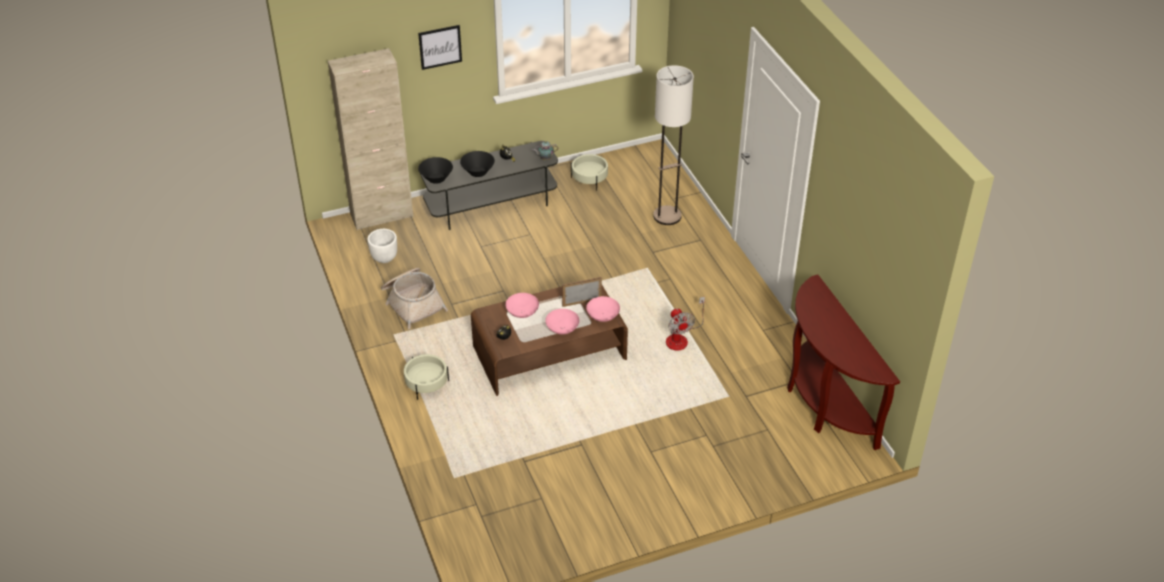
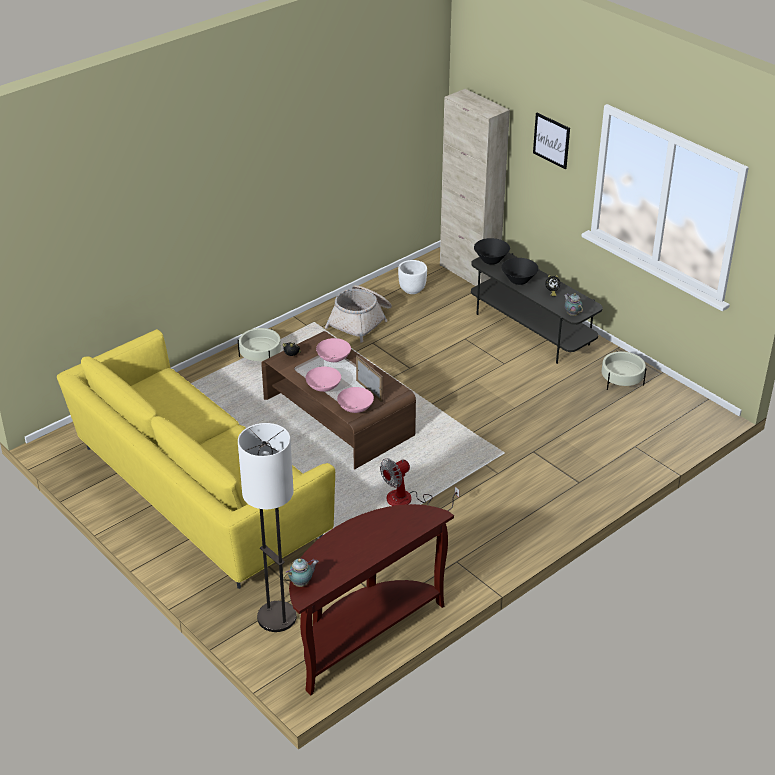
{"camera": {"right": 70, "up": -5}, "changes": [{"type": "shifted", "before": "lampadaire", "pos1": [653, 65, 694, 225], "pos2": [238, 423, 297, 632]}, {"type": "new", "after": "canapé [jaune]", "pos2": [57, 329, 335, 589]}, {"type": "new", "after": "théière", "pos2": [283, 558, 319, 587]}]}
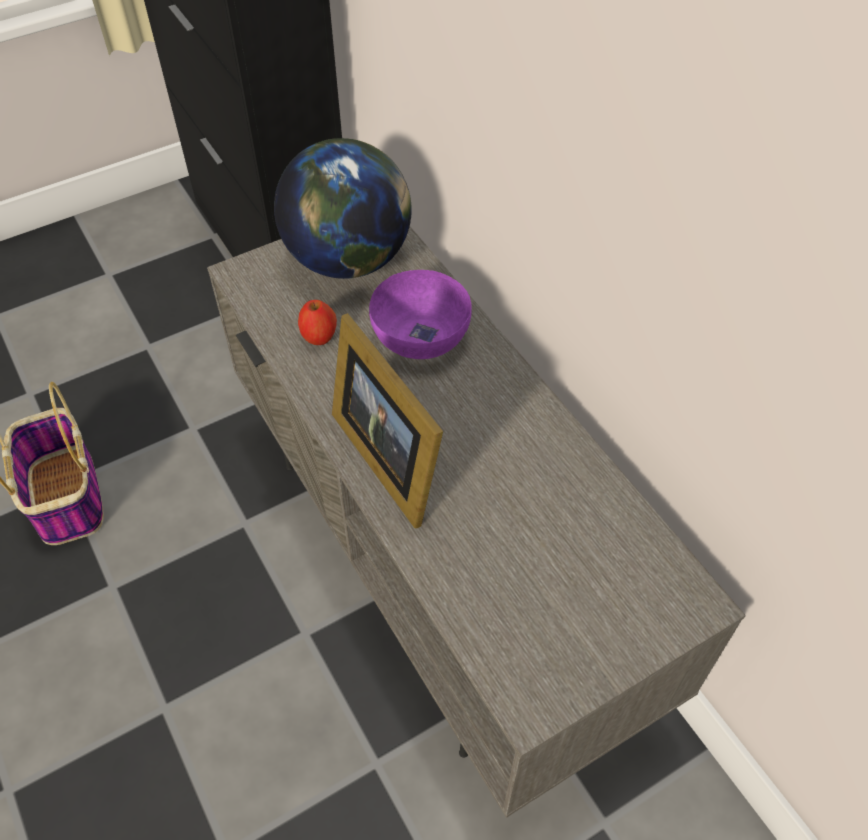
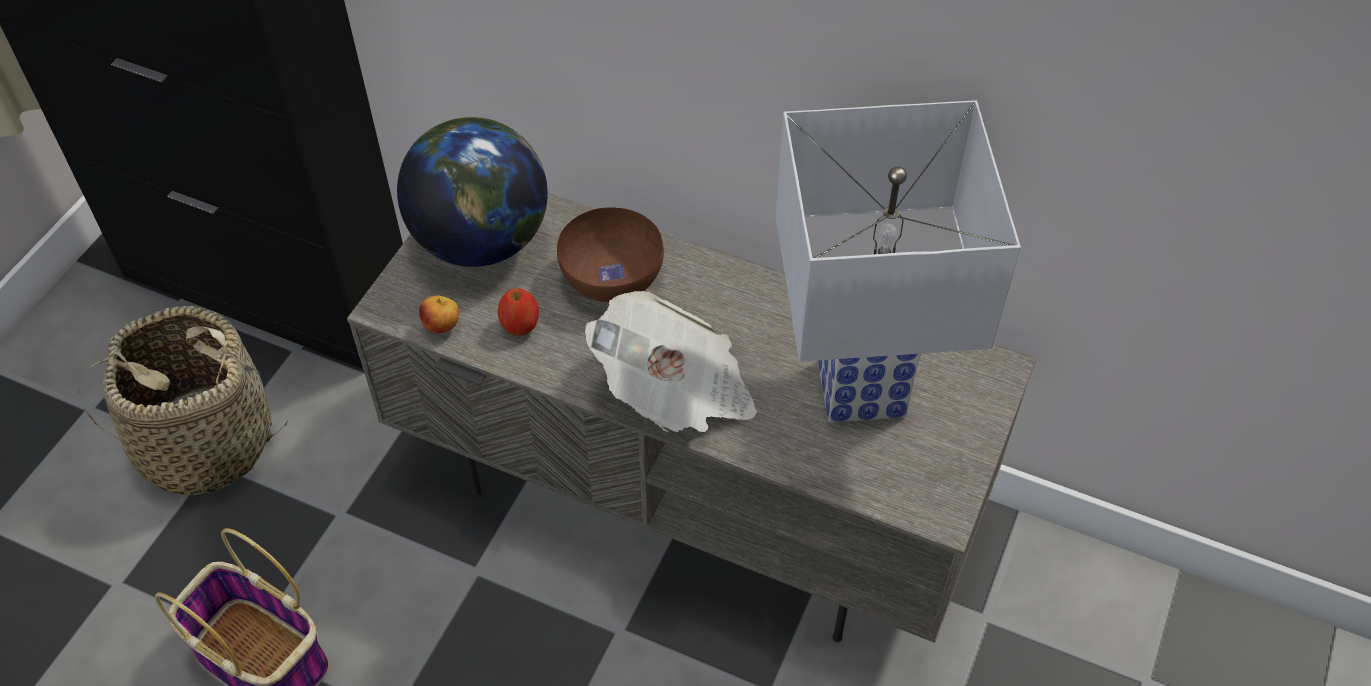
{"camera": {"right": -35, "up": 0}, "changes": [{"type": "swapped", "before": "cadre photo", "after": "journal", "pos1": [332, 313, 443, 528], "pos2": [585, 291, 757, 433]}, {"type": "repainted", "before": "bol [violet]", "after": "bol [marron]", "pos1": [369, 270, 472, 359], "pos2": [557, 207, 664, 302]}, {"type": "new", "after": "panier", "pos2": [82, 306, 288, 495]}, {"type": "new", "after": "pomme", "pos2": [419, 295, 459, 334]}, {"type": "new", "after": "lampe de table [blanc]", "pos2": [775, 100, 1021, 423]}]}
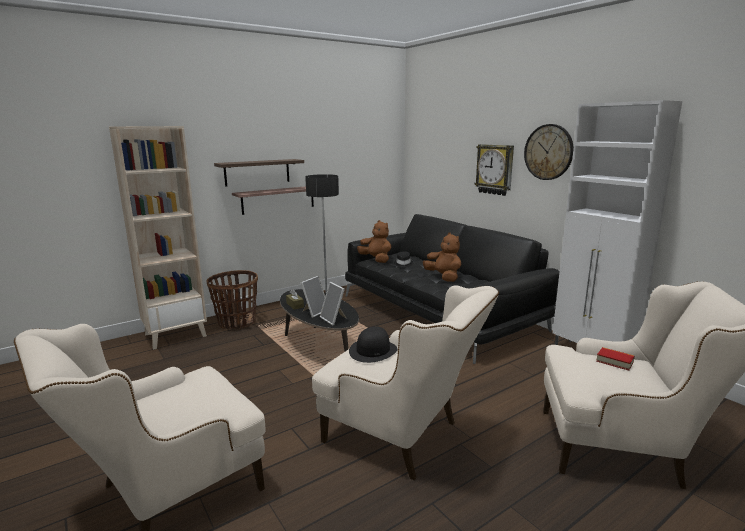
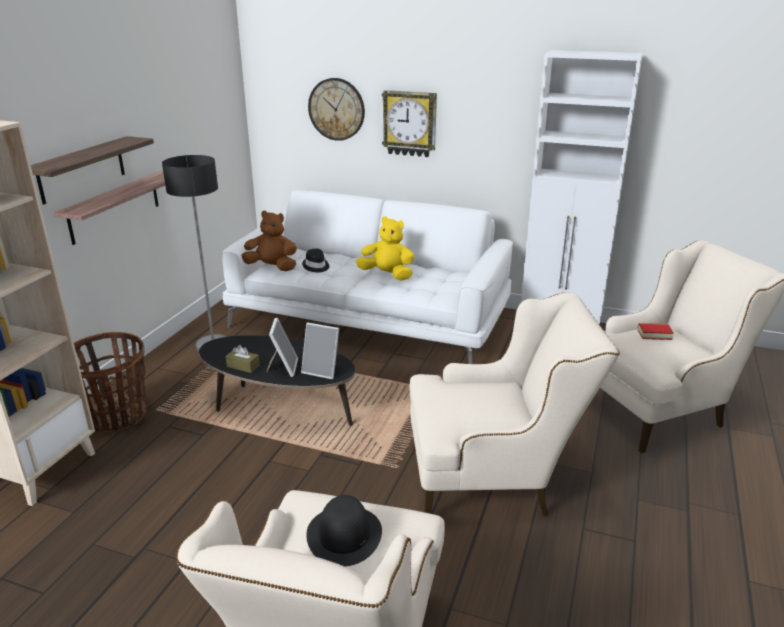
{"camera": {"right": -35, "up": 10}, "changes": [{"type": "repainted", "before": "canapé [noir]", "after": "canapé [blanc]", "pos1": [345, 214, 560, 364], "pos2": [223, 190, 513, 364]}, {"type": "shifted", "before": "chapeau [noir]", "pos1": [349, 326, 398, 363], "pos2": [306, 495, 382, 567]}, {"type": "repainted", "before": "peluche [marron]", "after": "peluche [jaune]", "pos1": [423, 233, 461, 282], "pos2": [356, 216, 414, 280]}, {"type": "shifted", "before": "horloge murale", "pos1": [524, 124, 574, 180], "pos2": [308, 78, 365, 141]}]}
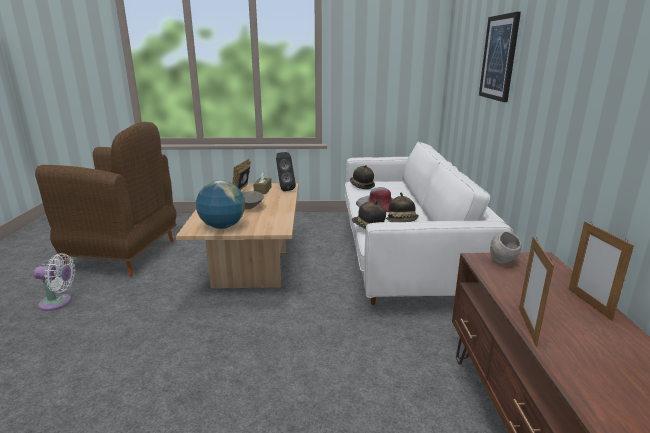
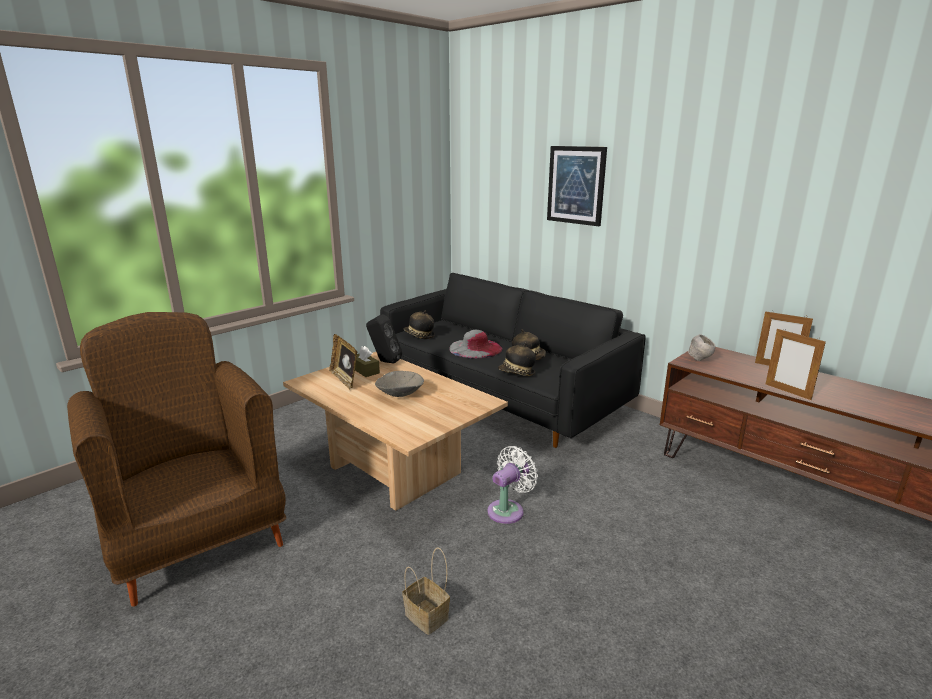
{"camera": {"right": -45, "up": 0}, "changes": [{"type": "shifted", "before": "ventilateur [blanc]", "pos1": [33, 253, 75, 311], "pos2": [487, 446, 538, 524]}, {"type": "rotated", "before": "fauteuil [marron]", "pos1": [35, 122, 177, 277], "pos2": [67, 312, 286, 607], "turn": -90}, {"type": "gone", "before": "globe", "pos1": [196, 180, 245, 229]}, {"type": "repainted", "before": "canapé [blanc]", "after": "canapé [noir]", "pos1": [344, 141, 513, 305], "pos2": [380, 273, 646, 448]}, {"type": "new", "after": "panier", "pos2": [403, 547, 450, 635]}]}
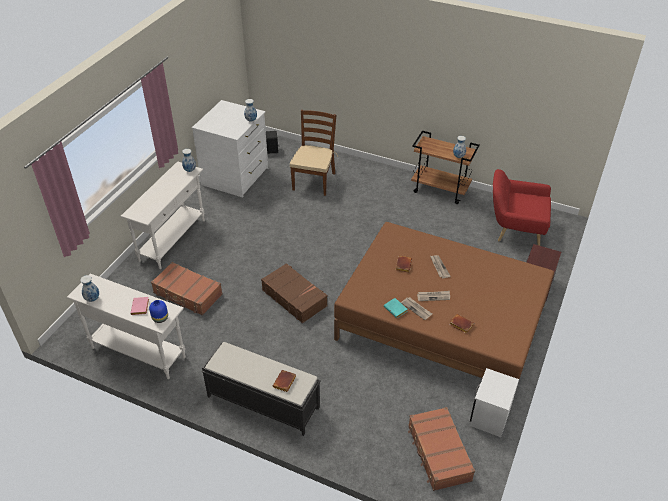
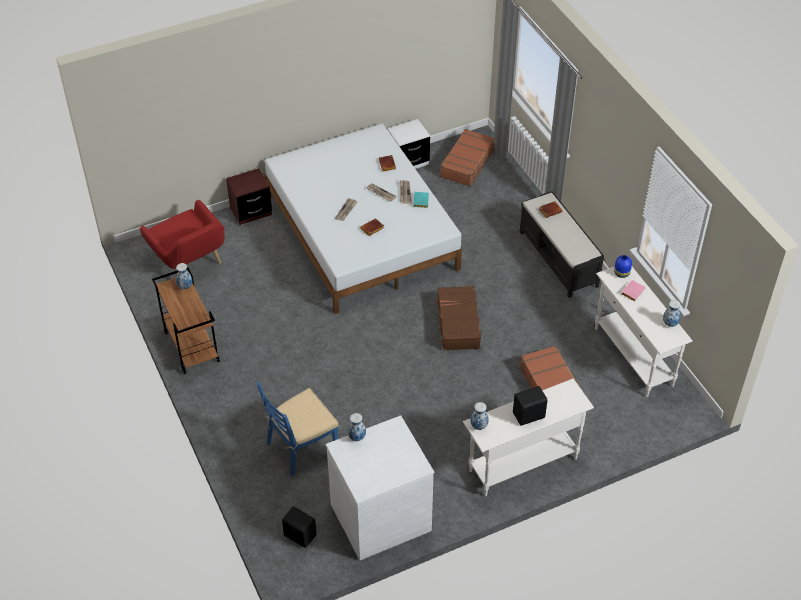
{"camera": {"right": -140, "up": 5}, "changes": [{"type": "repainted", "before": "chaise [marron]", "after": "chaise [bleu]", "pos1": [290, 110, 338, 196], "pos2": [256, 382, 339, 476]}, {"type": "repainted", "before": "lit [marron]", "after": "lit [blanc]", "pos1": [334, 222, 554, 379], "pos2": [264, 123, 462, 314]}, {"type": "new", "after": "enceinte [noir]", "pos2": [513, 386, 548, 426]}]}
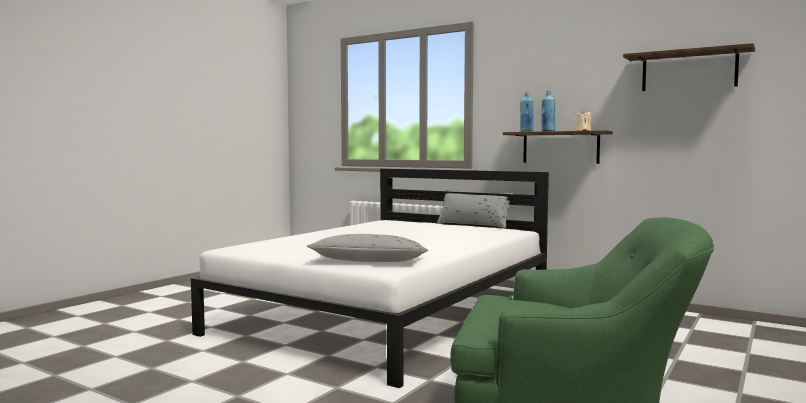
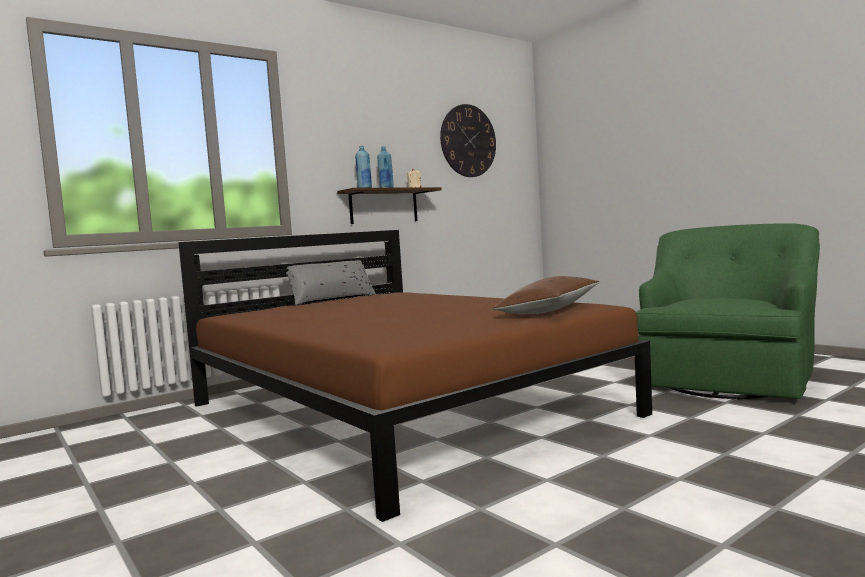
{"camera": {"right": -70, "up": 0}, "changes": [{"type": "repainted", "before": "lit [blanc]", "after": "lit [marron]", "pos1": [191, 169, 549, 388], "pos2": [178, 230, 652, 522]}, {"type": "repainted", "before": "coussin [gris]", "after": "coussin [marron]", "pos1": [307, 234, 428, 262], "pos2": [492, 276, 599, 314]}, {"type": "swapped", "before": "étagère", "after": "horloge murale", "pos1": [623, 43, 755, 91], "pos2": [440, 104, 496, 177]}]}
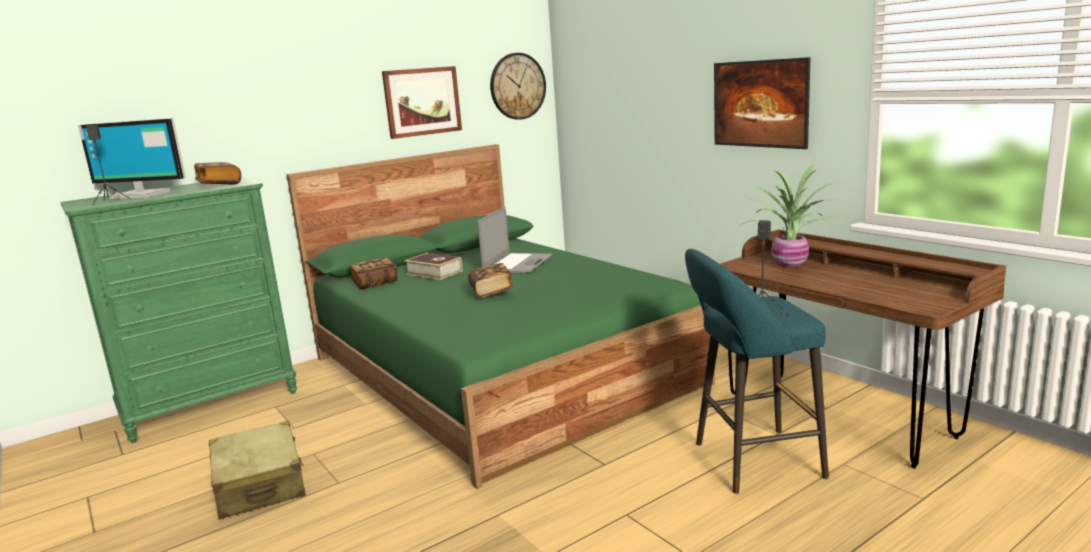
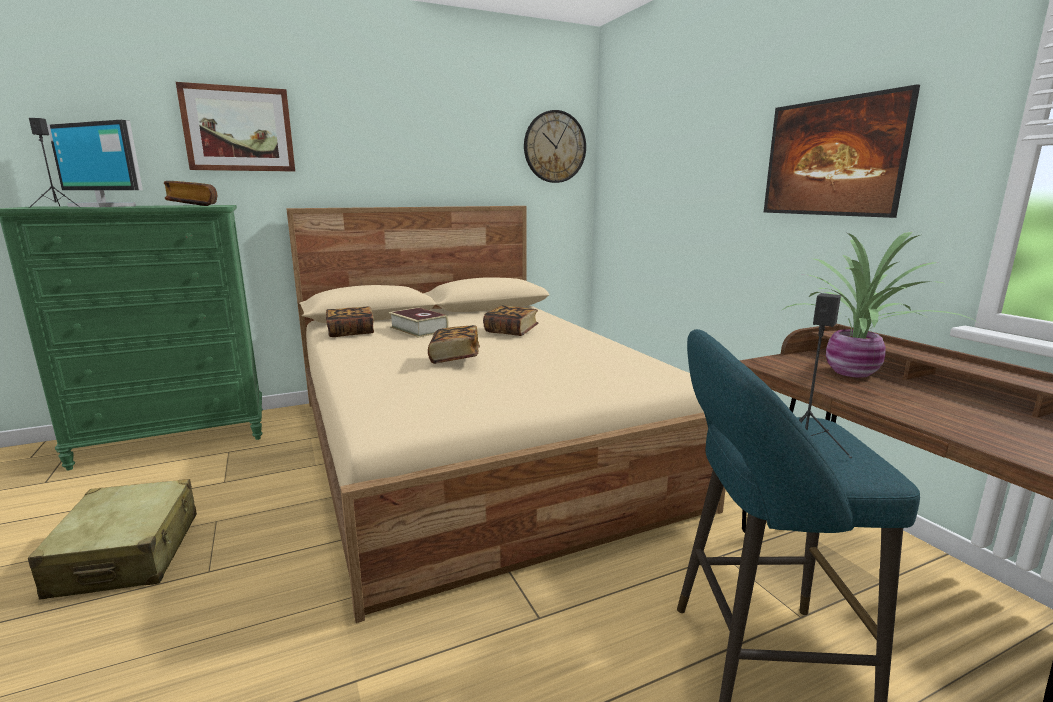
{"camera": {"right": 10, "up": 0}, "changes": [{"type": "repainted", "before": "lit [vert]", "after": "lit [beige]", "pos1": [286, 144, 715, 489], "pos2": [286, 206, 726, 623]}, {"type": "shifted", "before": "tableau", "pos1": [382, 66, 462, 139], "pos2": [176, 82, 295, 172]}, {"type": "swapped", "before": "ordinateur portable", "after": "livre", "pos1": [477, 207, 552, 274], "pos2": [483, 305, 539, 336]}]}
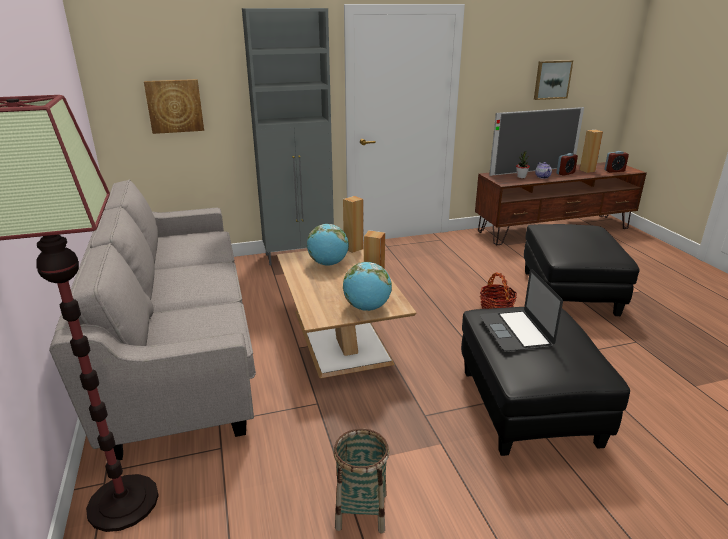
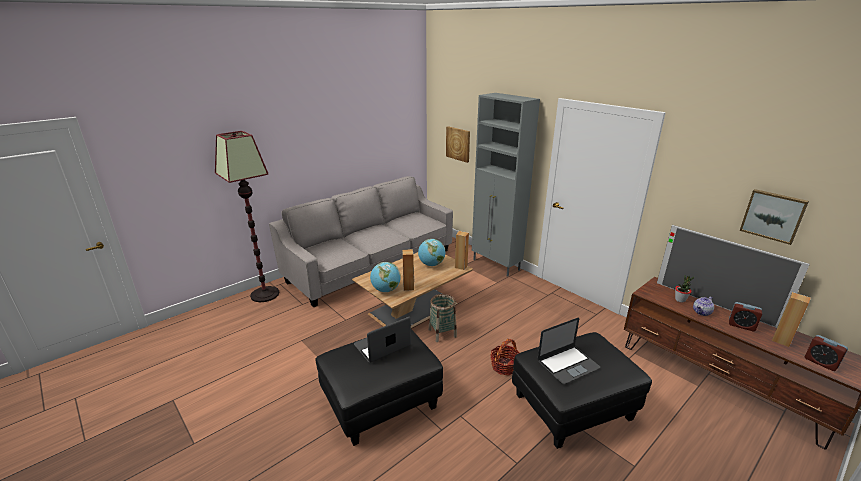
{"camera": {"right": 65, "up": 0}, "changes": [{"type": "shifted", "before": "panier", "pos1": [334, 428, 389, 534], "pos2": [429, 294, 457, 342]}, {"type": "new", "after": "ordinateur portable", "pos2": [538, 318, 600, 384]}]}
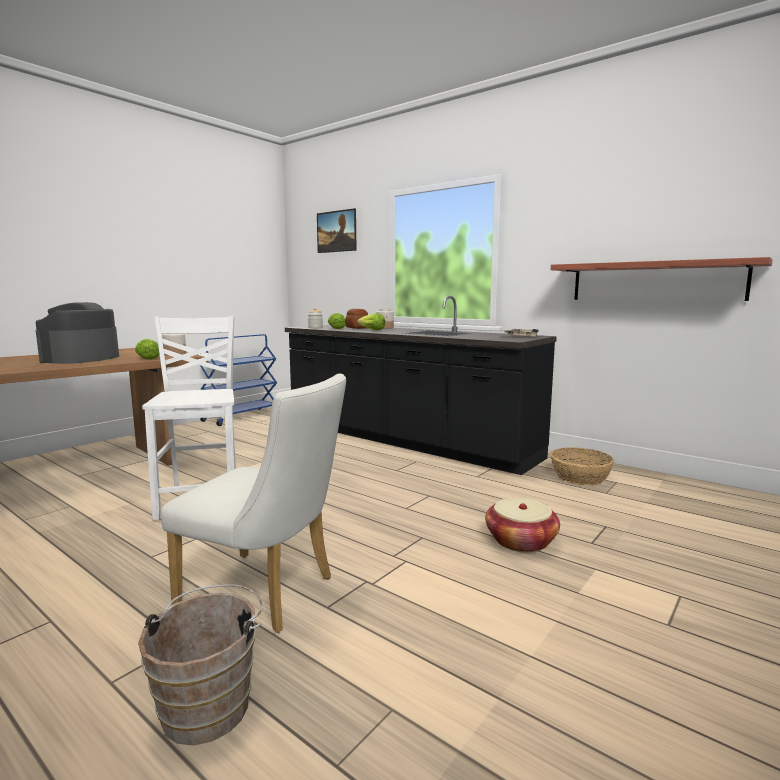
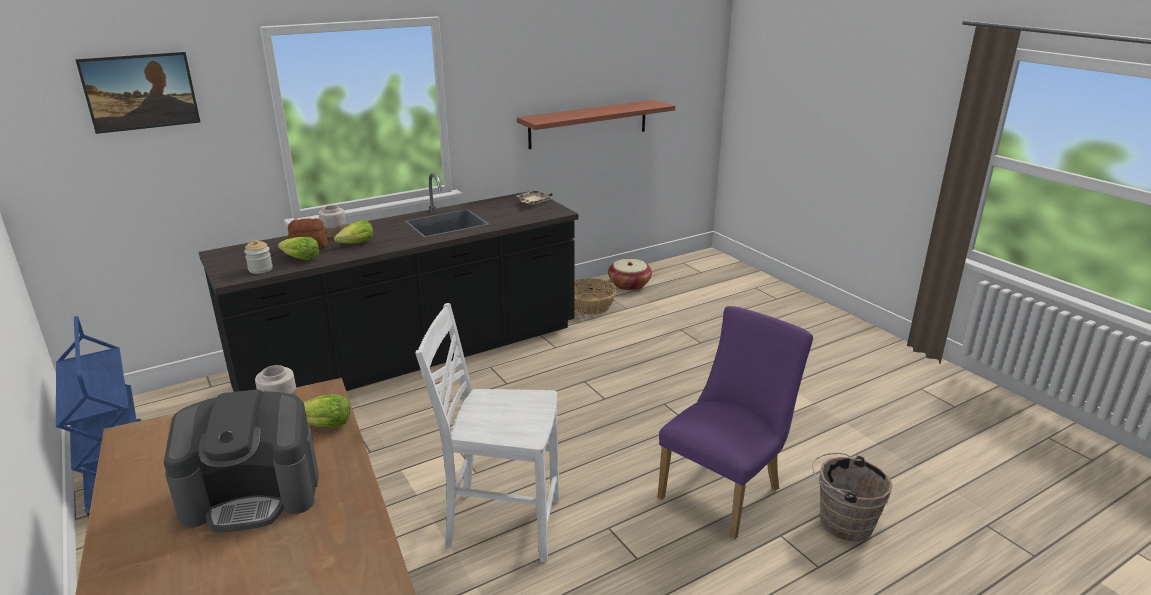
{"camera": {"right": -70, "up": 15}, "changes": [{"type": "rotated", "before": "machine à café", "pos1": [36, 302, 119, 364], "pos2": [164, 389, 319, 532], "turn": -45}, {"type": "repainted", "before": "chaise [blanc]", "after": "chaise [violet]", "pos1": [160, 373, 346, 633], "pos2": [658, 306, 813, 540]}, {"type": "shifted", "before": "panier", "pos1": [485, 498, 560, 553], "pos2": [608, 259, 652, 290]}]}
